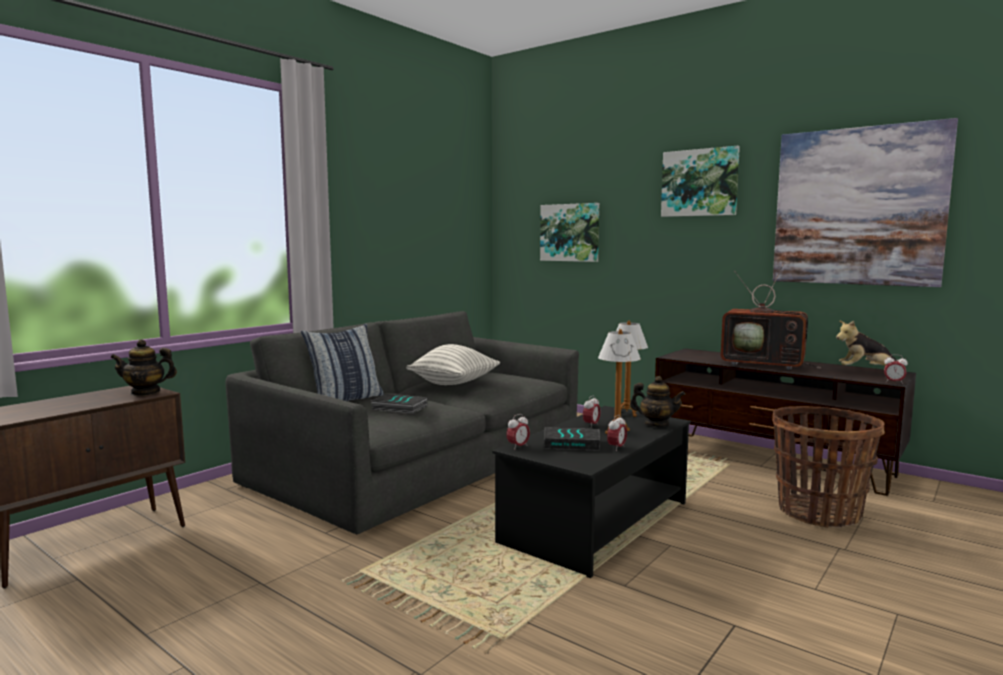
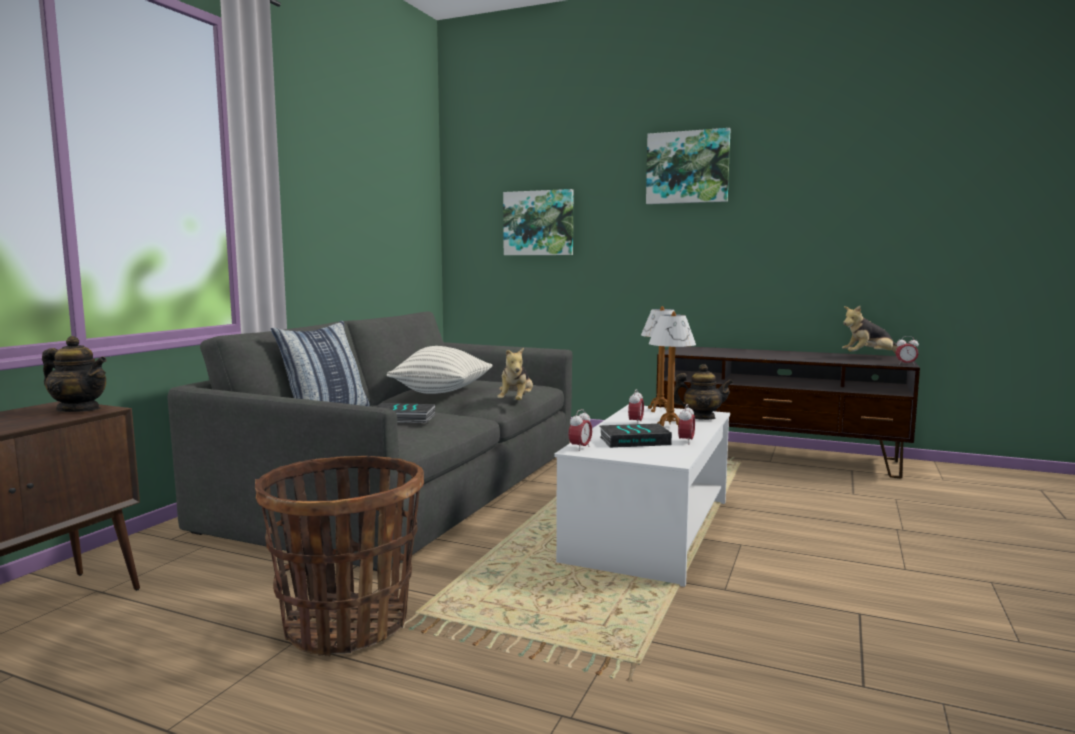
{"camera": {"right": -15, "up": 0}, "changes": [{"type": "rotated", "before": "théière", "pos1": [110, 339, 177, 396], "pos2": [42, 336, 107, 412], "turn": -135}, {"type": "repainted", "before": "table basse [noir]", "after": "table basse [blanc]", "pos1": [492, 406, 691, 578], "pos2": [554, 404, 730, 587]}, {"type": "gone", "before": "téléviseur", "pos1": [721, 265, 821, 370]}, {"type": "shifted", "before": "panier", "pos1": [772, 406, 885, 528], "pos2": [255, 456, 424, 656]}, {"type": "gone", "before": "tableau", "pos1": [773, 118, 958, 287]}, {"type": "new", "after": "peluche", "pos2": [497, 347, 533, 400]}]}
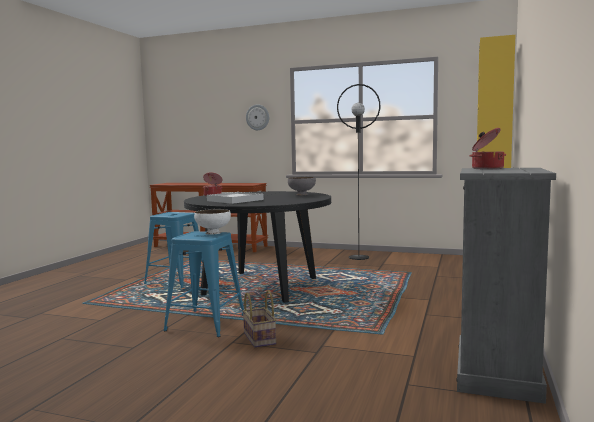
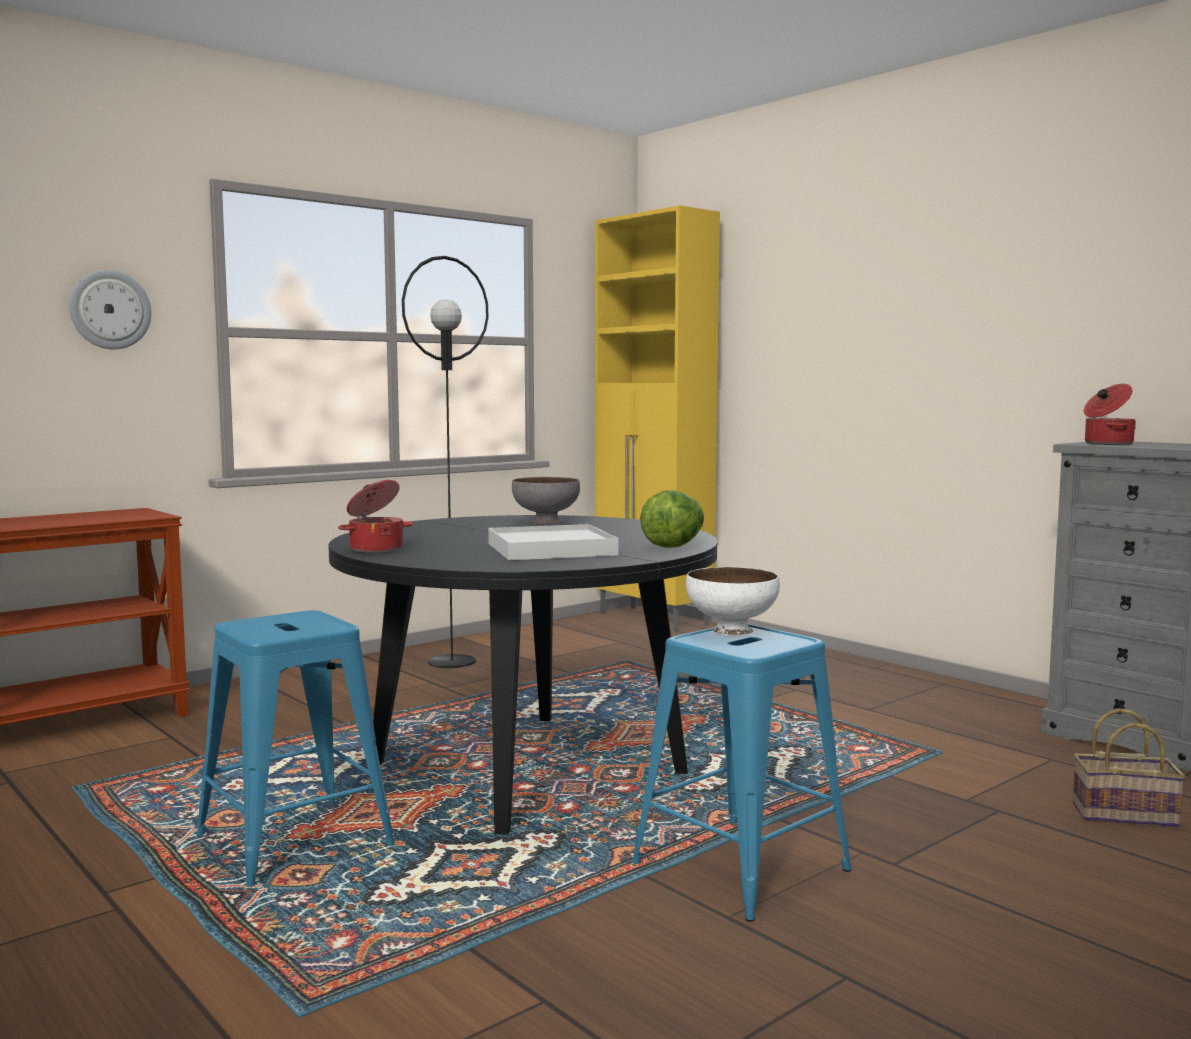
{"camera": {"right": -60, "up": 0}, "changes": [{"type": "shifted", "before": "panier", "pos1": [243, 290, 276, 348], "pos2": [1073, 708, 1185, 827]}, {"type": "new", "after": "laitue", "pos2": [640, 490, 704, 548]}]}
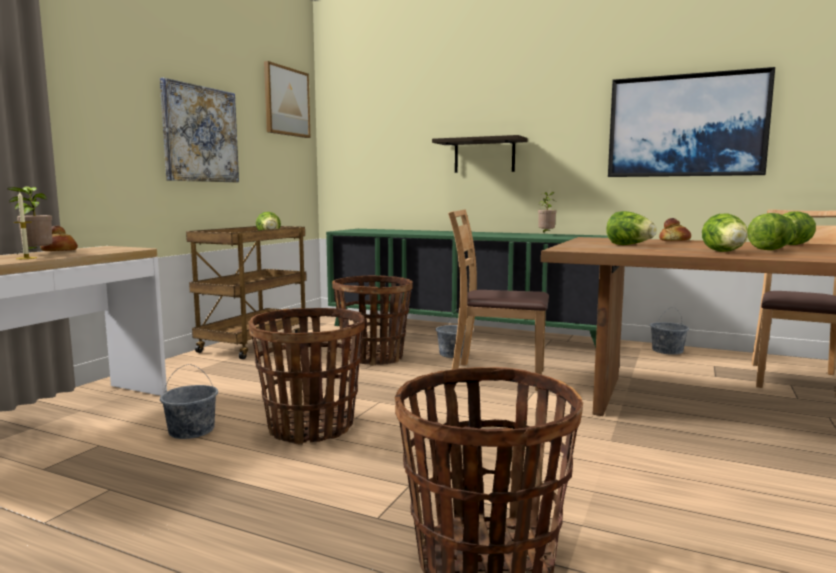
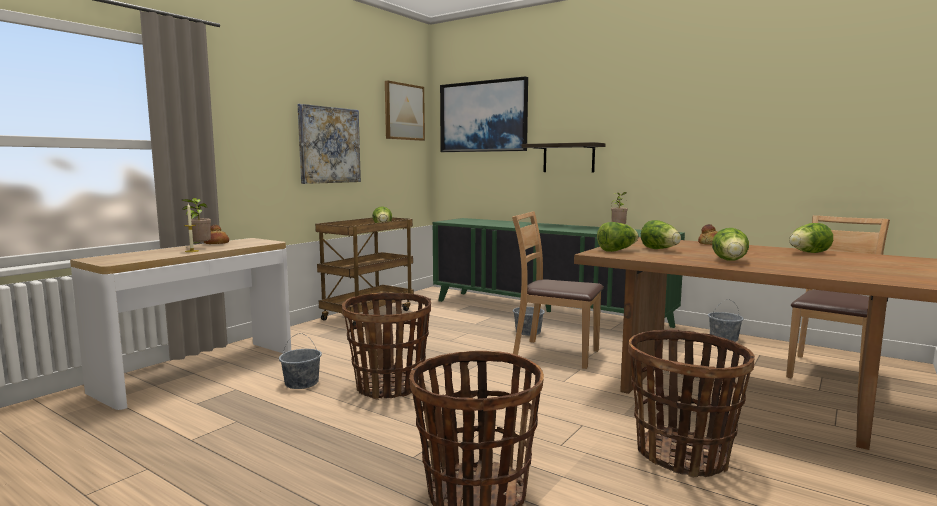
{"camera": {"right": 10, "up": 0}, "changes": [{"type": "shifted", "before": "panier", "pos1": [332, 275, 413, 365], "pos2": [628, 329, 755, 477]}, {"type": "shifted", "before": "tableau", "pos1": [608, 67, 775, 177], "pos2": [440, 76, 528, 152]}, {"type": "shifted", "before": "laitue", "pos1": [748, 213, 797, 250], "pos2": [597, 222, 639, 252]}]}
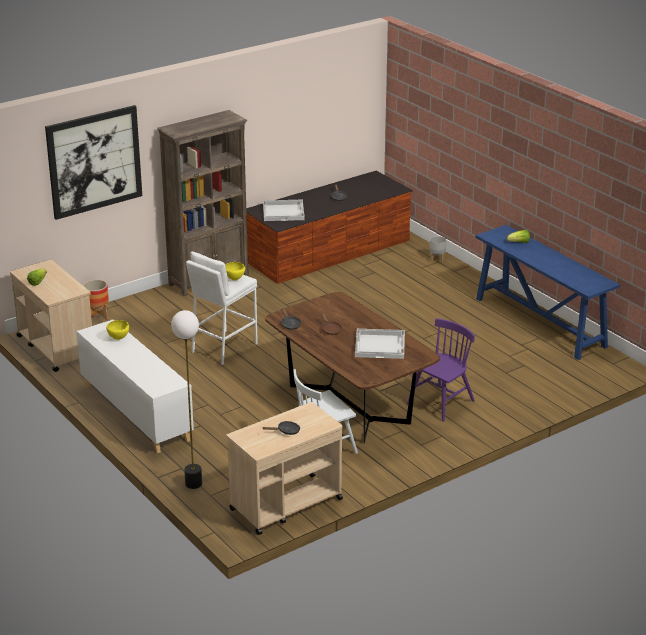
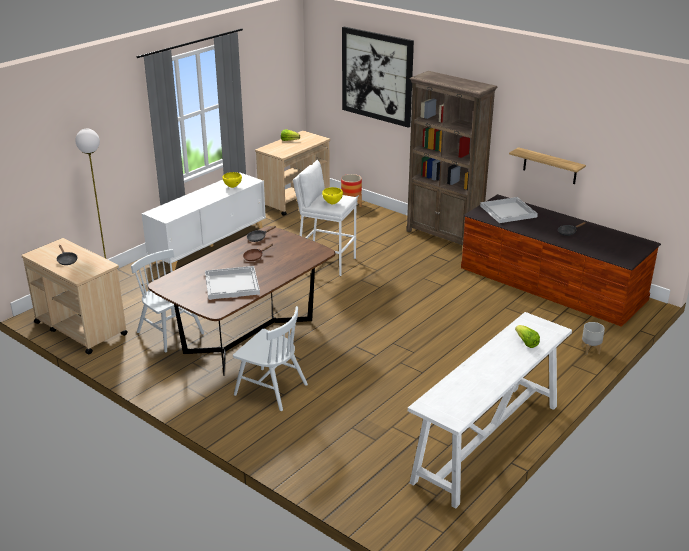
{"camera": {"right": 75, "up": 0}, "changes": [{"type": "repainted", "before": "chaise [violet]", "after": "chaise [blanc]", "pos1": [407, 318, 475, 422], "pos2": [233, 306, 308, 411]}, {"type": "repainted", "before": "table console [bleu]", "after": "table console [blanc]", "pos1": [476, 225, 620, 360], "pos2": [408, 312, 572, 509]}, {"type": "new", "after": "étagère", "pos2": [509, 147, 586, 184]}]}
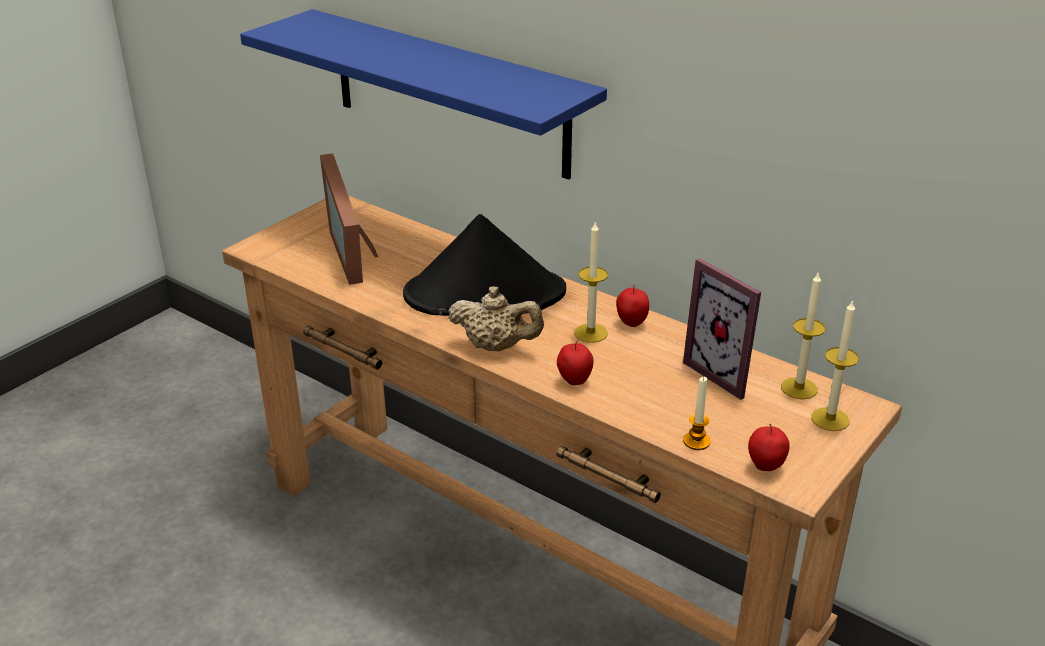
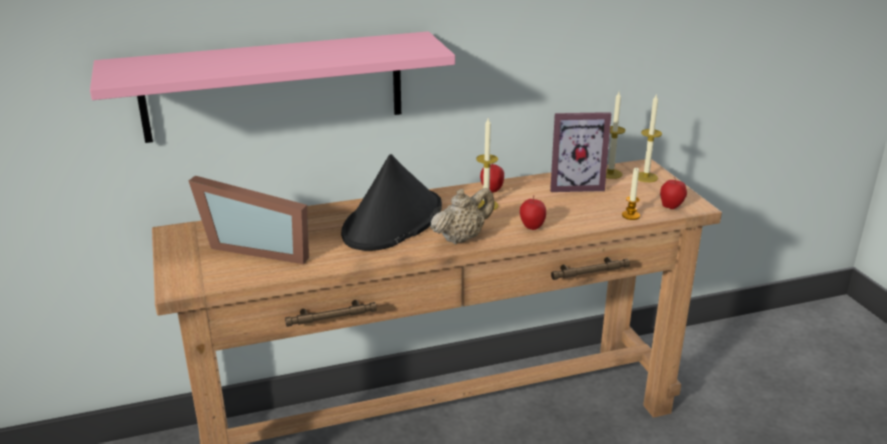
{"camera": {"right": -55, "up": -5}, "changes": [{"type": "repainted", "before": "étagère [bleu]", "after": "étagère [rose]", "pos1": [240, 9, 607, 180], "pos2": [90, 31, 455, 143]}]}
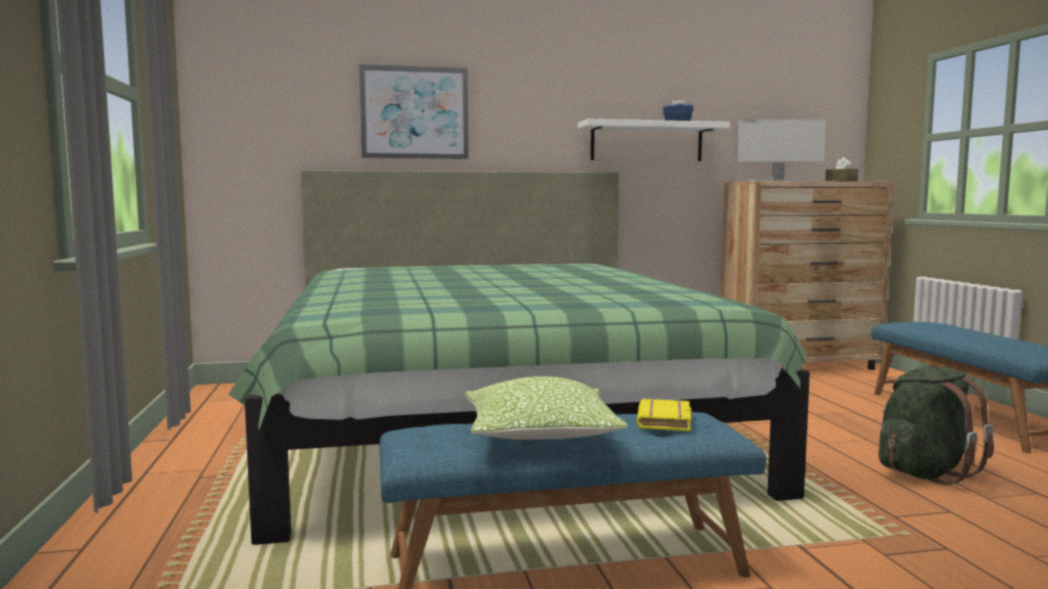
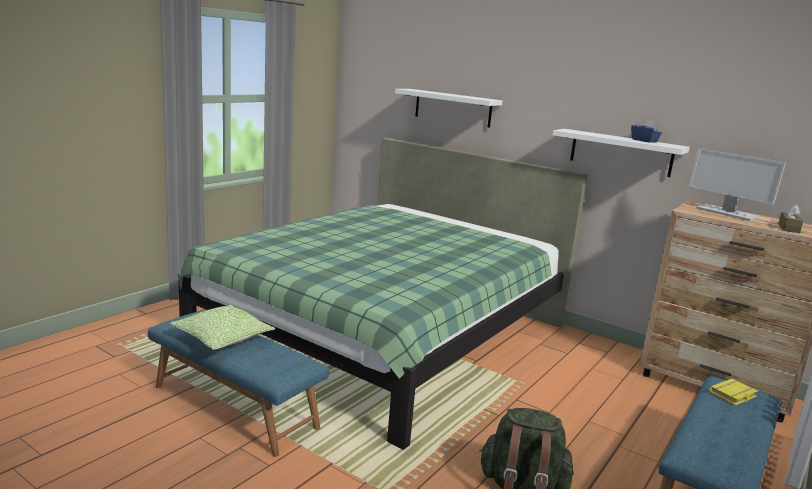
{"camera": {"right": 45, "up": 10}, "changes": [{"type": "swapped", "before": "tableau", "after": "étagère [blanc]", "pos1": [359, 64, 469, 159], "pos2": [395, 89, 503, 128]}, {"type": "shifted", "before": "livre [jaune]", "pos1": [637, 399, 691, 431], "pos2": [709, 378, 758, 405]}]}
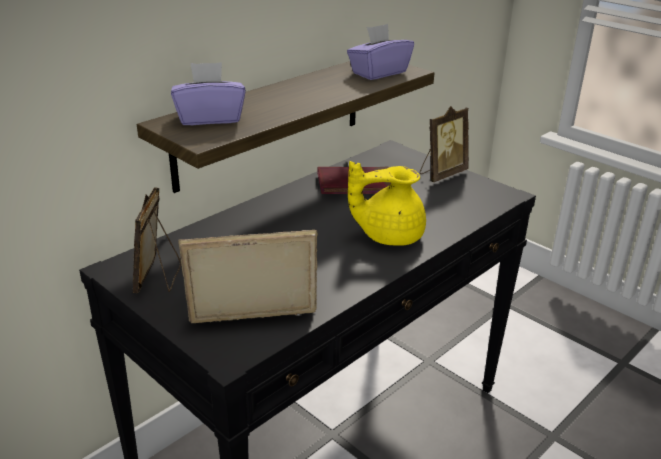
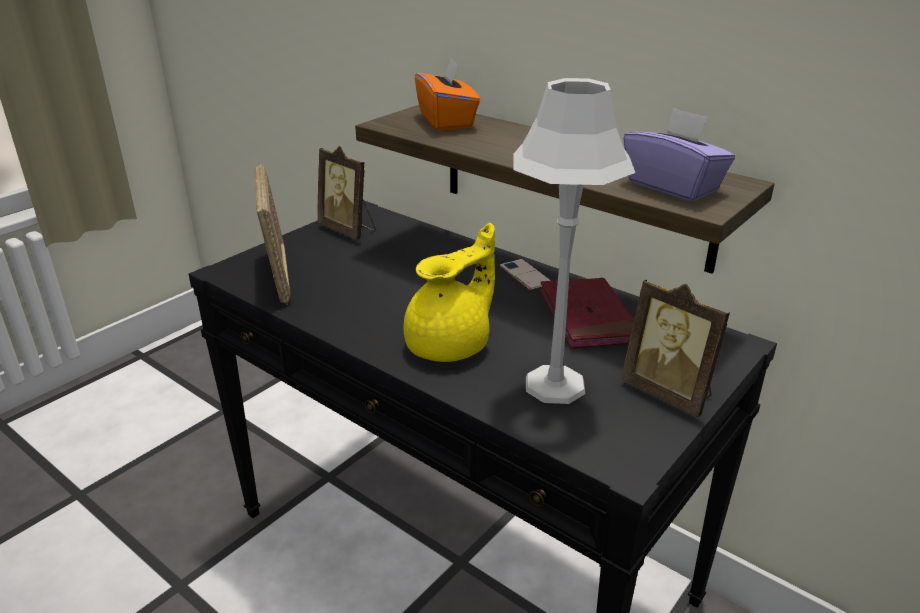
{"camera": {"right": 85, "up": 0}, "changes": [{"type": "rotated", "before": "cadre photo", "pos1": [133, 187, 181, 293], "pos2": [317, 146, 375, 240], "turn": -135}, {"type": "repainted", "before": "boîte à mouchoirs [violet]", "after": "boîte à mouchoirs [orange]", "pos1": [171, 62, 246, 125], "pos2": [415, 58, 480, 131]}, {"type": "rotated", "before": "théière [jaune]", "pos1": [348, 161, 426, 246], "pos2": [404, 223, 495, 362], "turn": 60}, {"type": "new", "after": "téléphone", "pos2": [500, 259, 551, 290]}, {"type": "new", "after": "lampe de table [gris]", "pos2": [513, 78, 636, 404]}]}
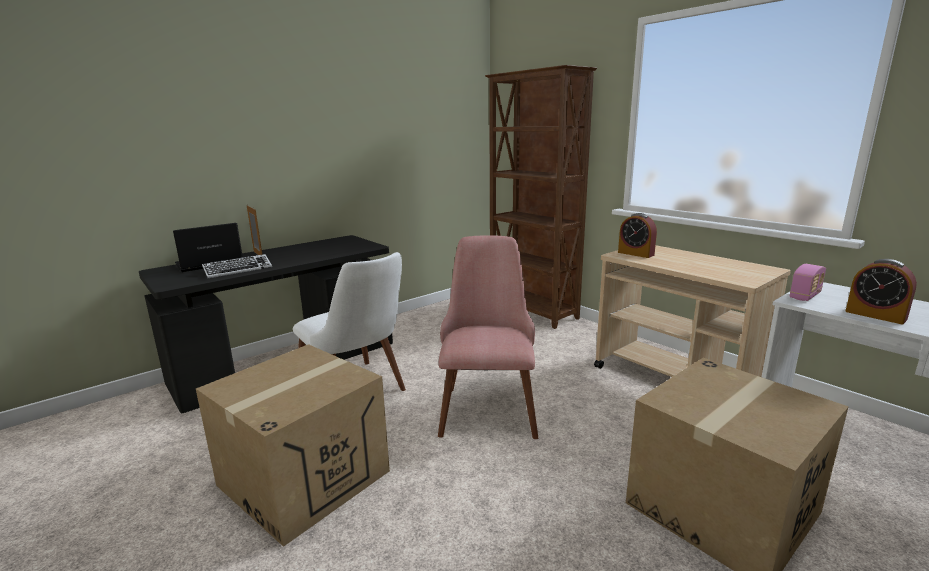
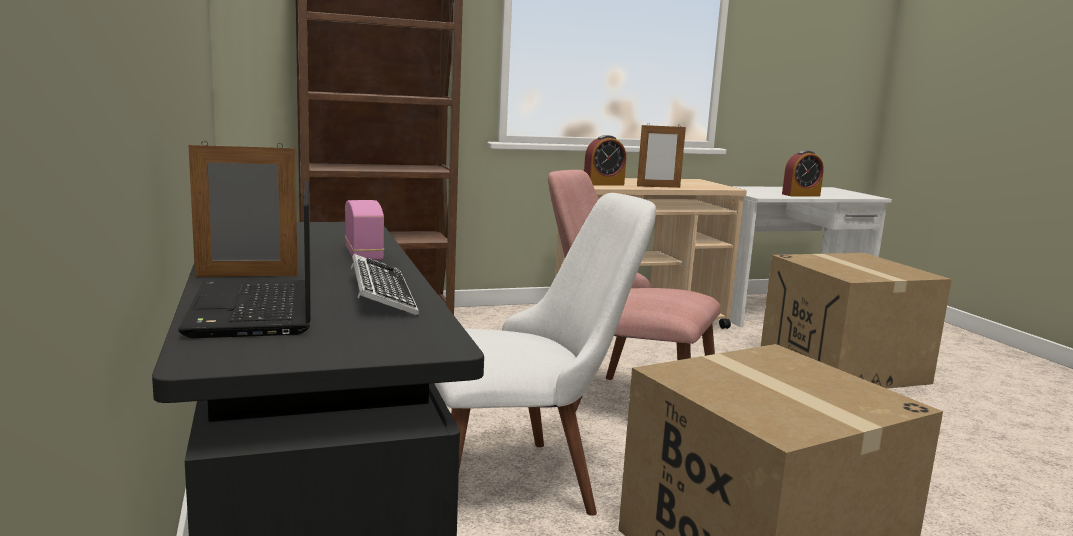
{"camera": {"right": -70, "up": -5}, "changes": [{"type": "shifted", "before": "radio", "pos1": [790, 264, 826, 301], "pos2": [345, 200, 384, 260]}, {"type": "new", "after": "cadre photo", "pos2": [637, 124, 686, 188]}]}
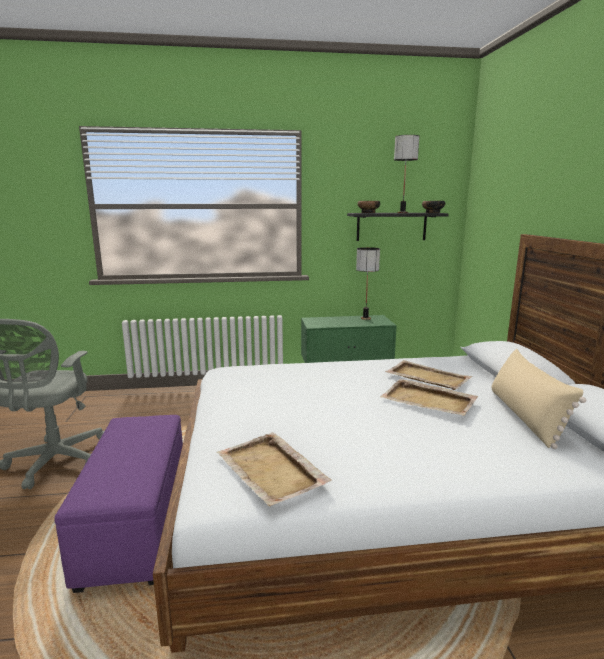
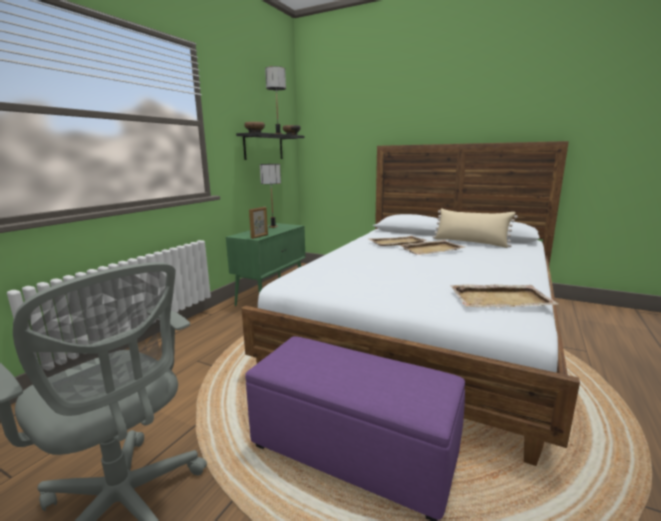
{"camera": {"right": -55, "up": 0}, "changes": [{"type": "new", "after": "cadre photo", "pos2": [249, 207, 268, 239]}]}
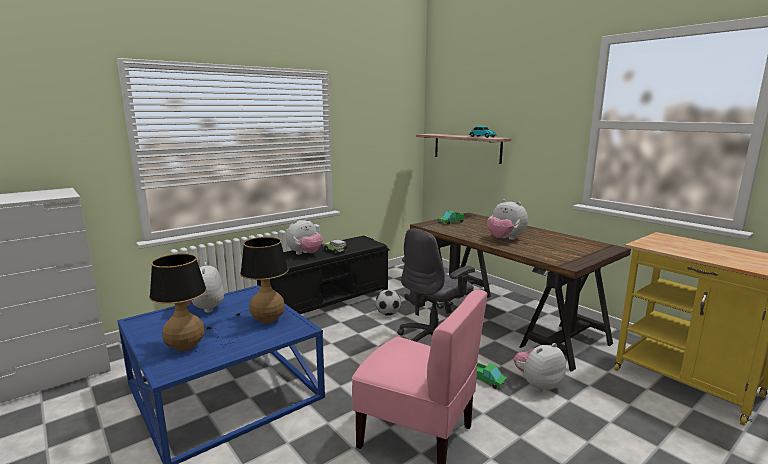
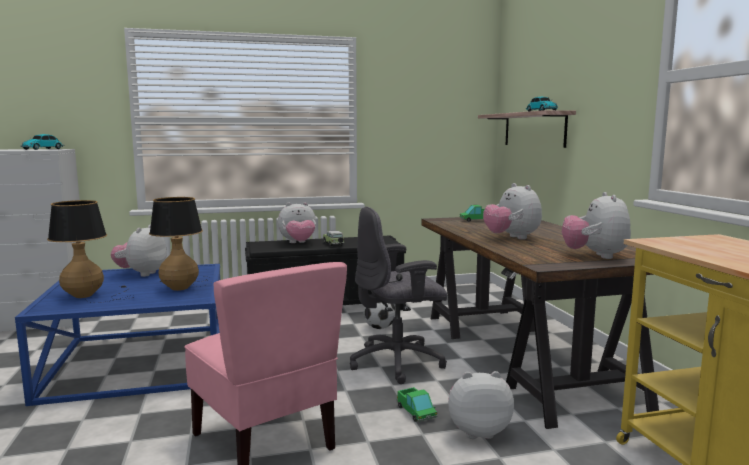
{"camera": {"right": 25, "up": -5}, "changes": [{"type": "new", "after": "petite voiture", "pos2": [21, 134, 65, 150]}, {"type": "new", "after": "peluche", "pos2": [562, 192, 631, 259]}]}
